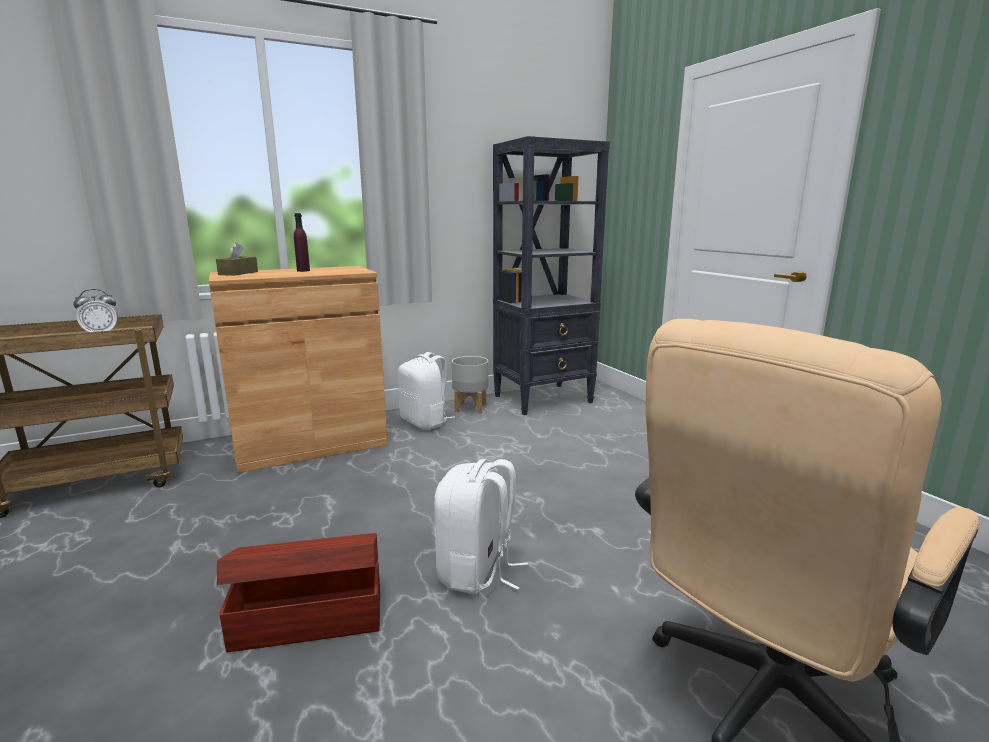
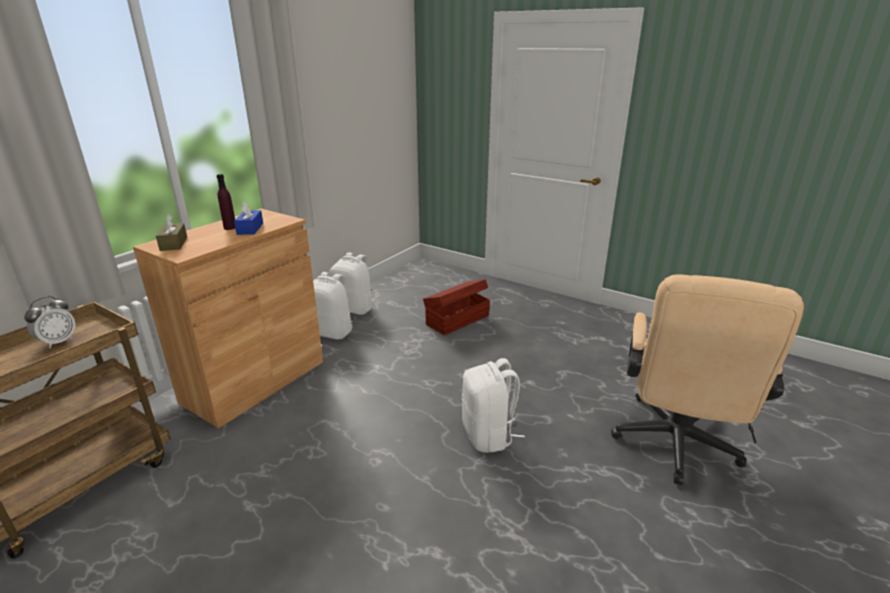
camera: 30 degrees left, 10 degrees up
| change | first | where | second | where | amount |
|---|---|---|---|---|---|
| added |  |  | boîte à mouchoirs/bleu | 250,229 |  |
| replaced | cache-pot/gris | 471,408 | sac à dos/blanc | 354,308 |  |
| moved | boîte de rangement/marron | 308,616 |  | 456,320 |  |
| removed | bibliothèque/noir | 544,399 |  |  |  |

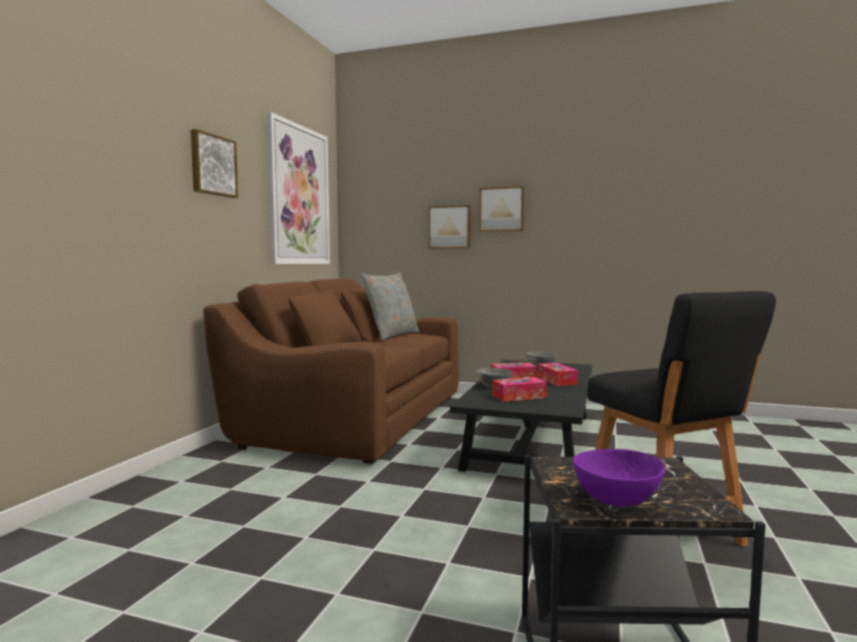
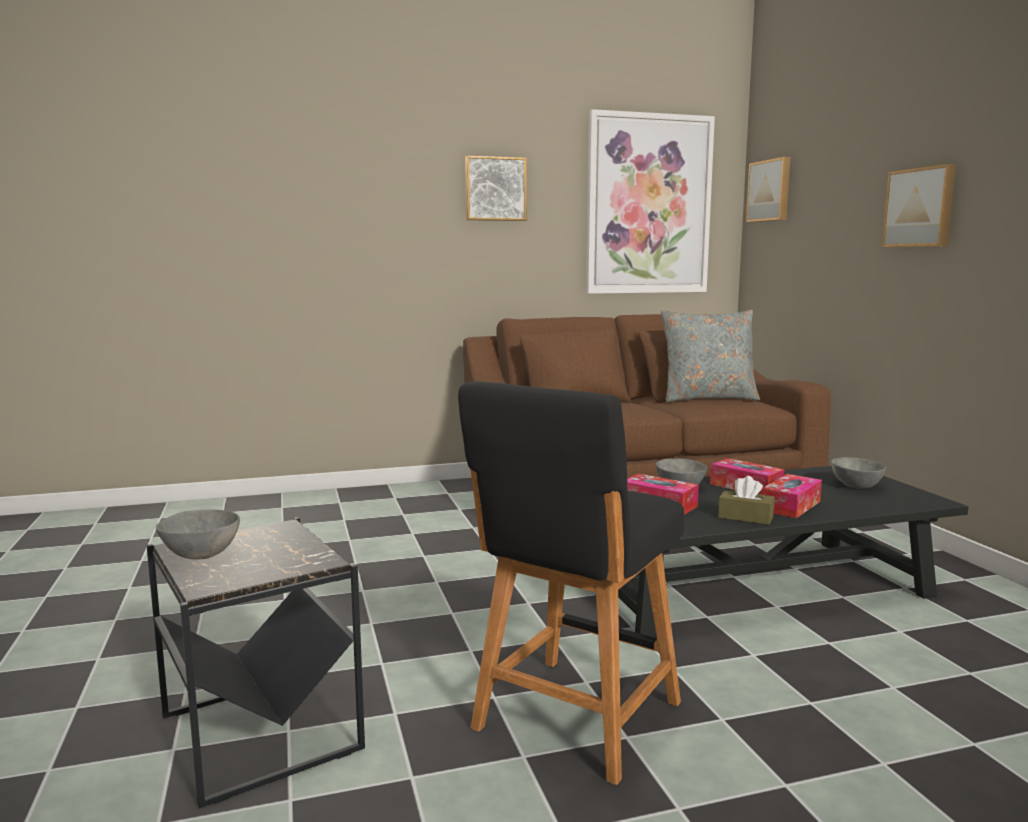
camera: 55 degrees right, 5 degrees up
| change | first | where | second | where | amount |
|---|---|---|---|---|---|
| recoloured | bol/violet | 619,501 | bol/gris | 201,555 |  |
| added |  |  | boîte à mouchoirs/marron | 745,517 |  |
| moved | tableau | 450,227 |  | 770,191 |  |

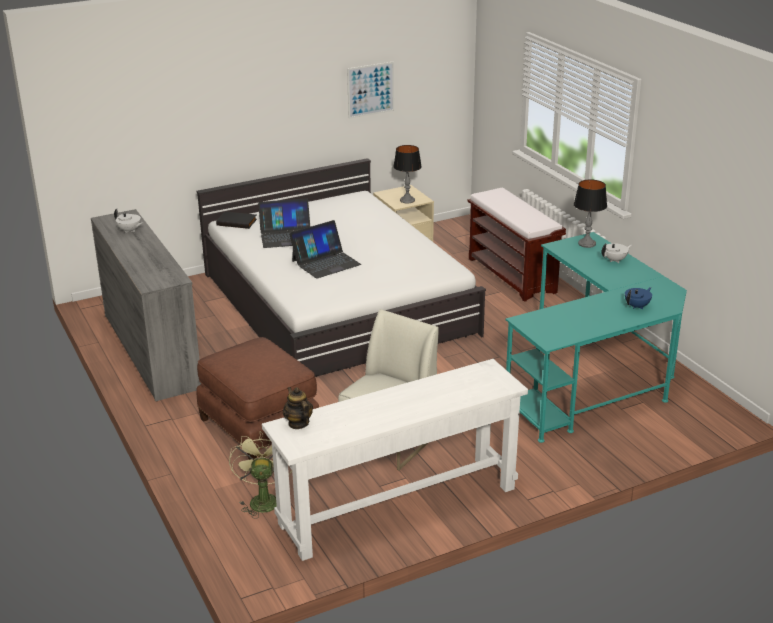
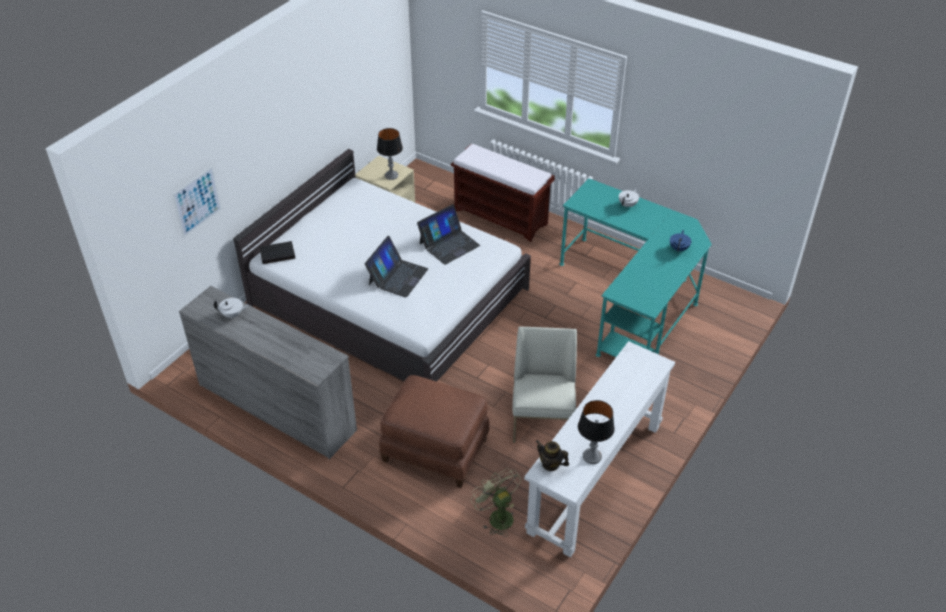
camera: 30 degrees left, 15 degrees up
| change | first | where | second | where | amount |
|---|---|---|---|---|---|
| moved | tableau | 370,90 |  | 197,201 |  |
| moved | ordinateur portable | 286,236 |  | 449,244 |  |
| moved | lampe de table | 586,244 |  | 592,457 |  |

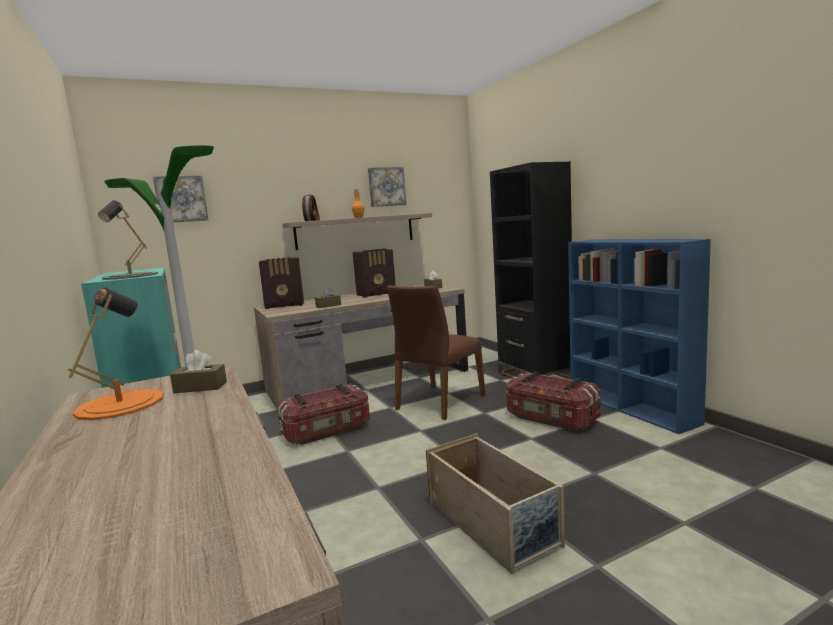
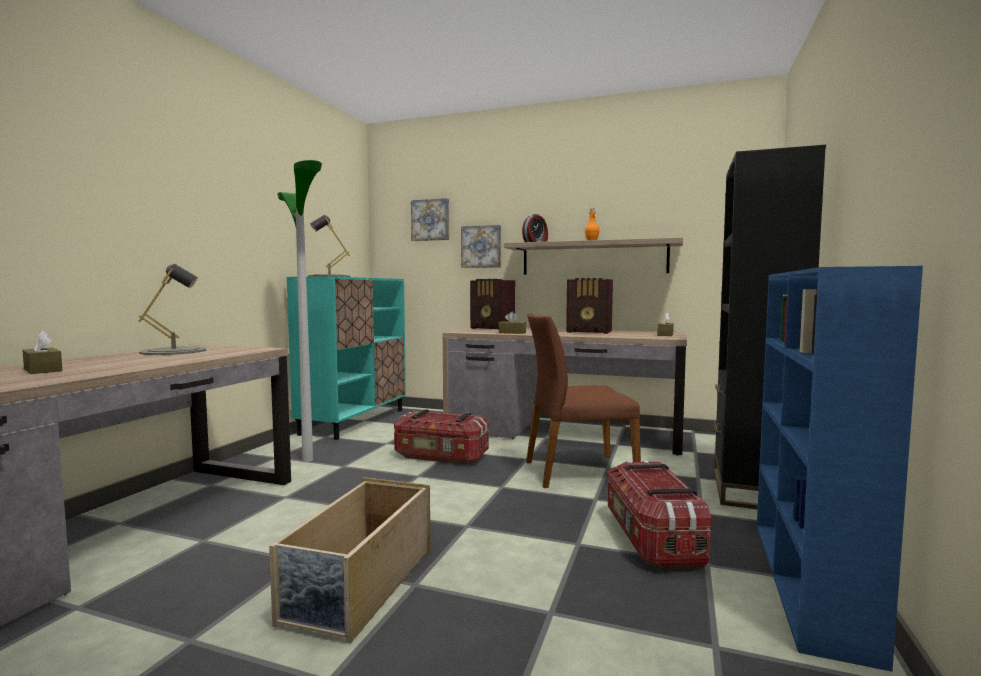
camera: 45 degrees right, 5 degrees down
| change | first | where | second | where | amount |
|---|---|---|---|---|---|
| moved | boîte à mouchoirs/marron | 200,387 |  | 43,370 |  |
| recoloured | lampe de table/orange | 120,404 | lampe de table/gris | 174,351 |  |
| moved | tableau | 386,187 |  | 481,247 |  |

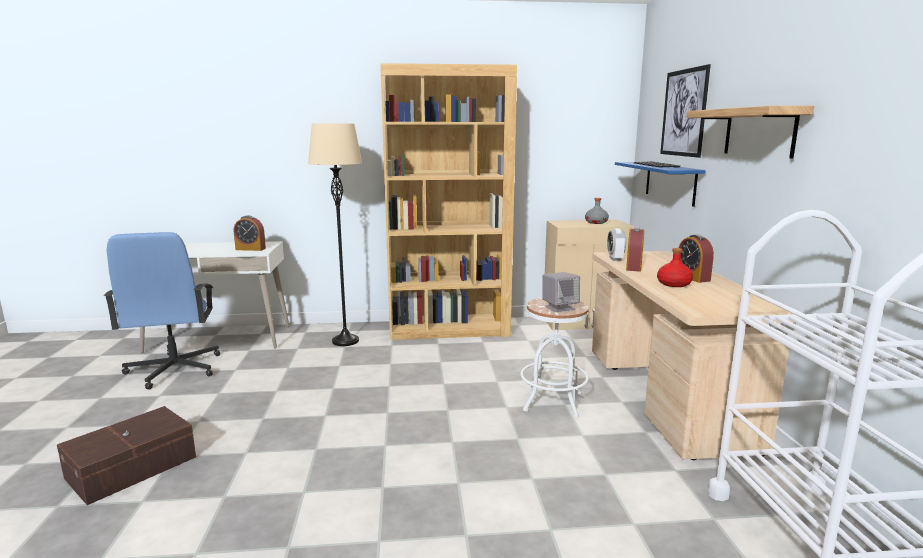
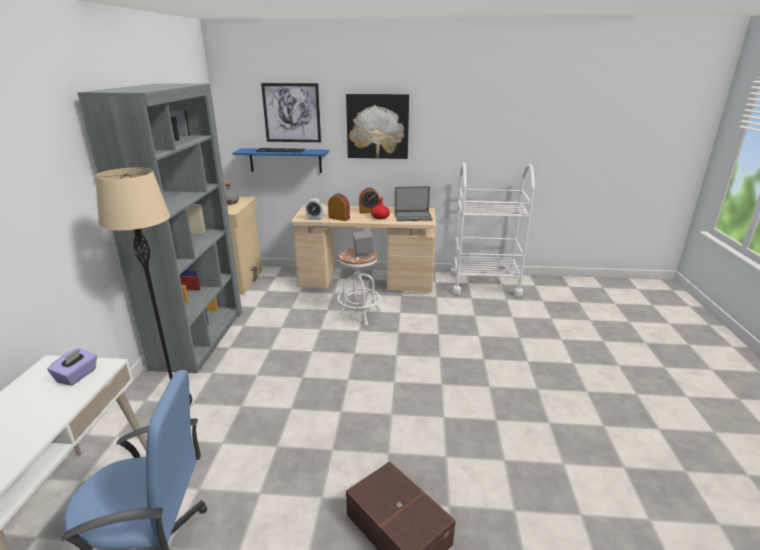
camera: 80 degrees left, 10 degrees up
| change | first | where | second | where | amount |
|---|---|---|---|---|---|
| replaced | réveil | 250,249 | boîte à mouchoirs/violet | 77,376 |  |
| recoloured | bibliothèque/marron | 449,329 | bibliothèque/gris | 199,338 |  |
| replaced | étagère | 759,132 | tableau | 377,126 |  |
| added |  |  | ordinateur portable | 413,216 |  |

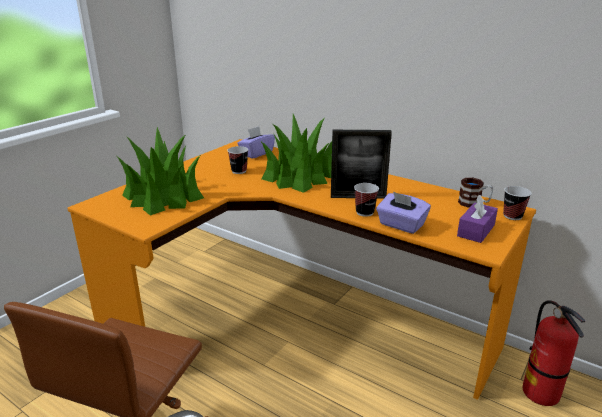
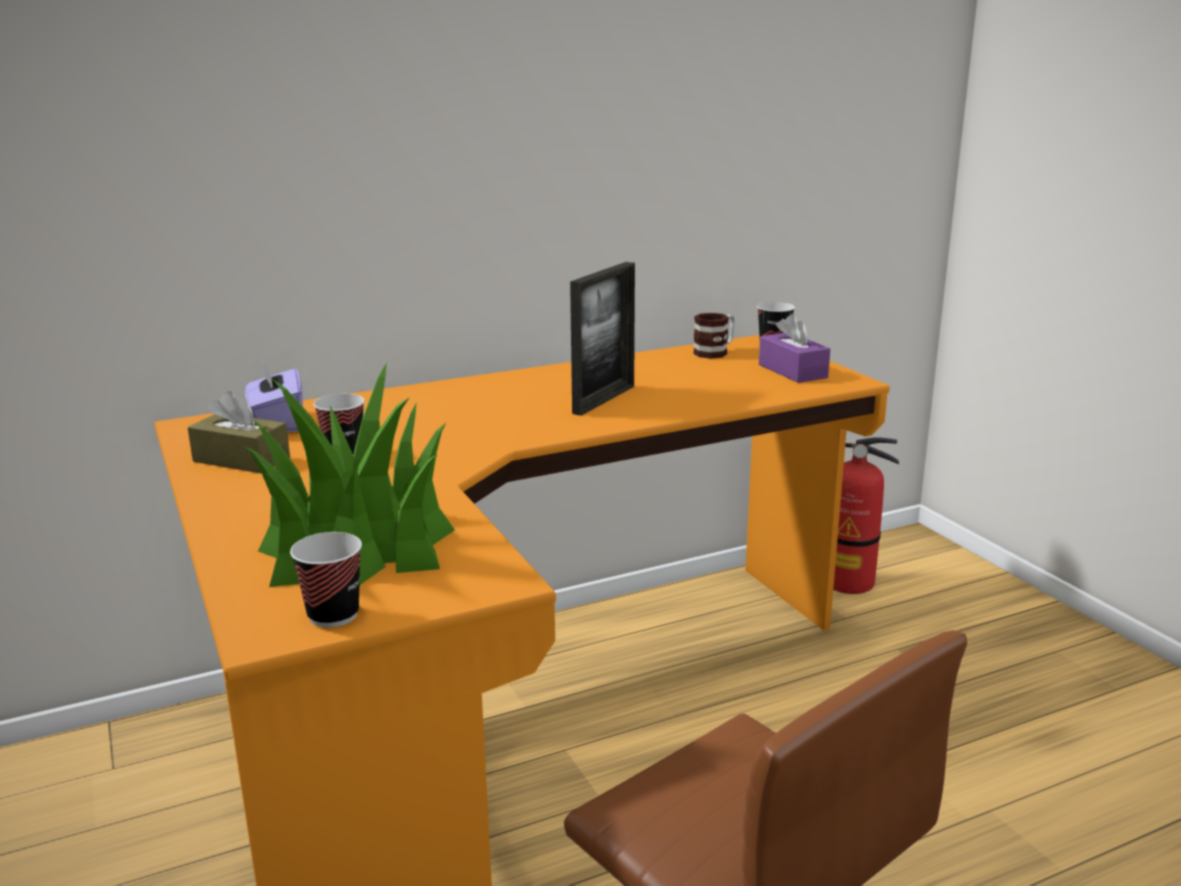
camera: 60 degrees left, 5 degrees down
| change | first | where | second | where | amount |
|---|---|---|---|---|---|
| added |  |  | boîte à mouchoirs/marron | 241,459 |  |
| moved | tasse | 364,212 |  | 333,615 |  |
| removed | plante en pot | 299,177 |  |  |  |
| removed | boîte à mouchoirs/violet | 401,225 |  |  |  |

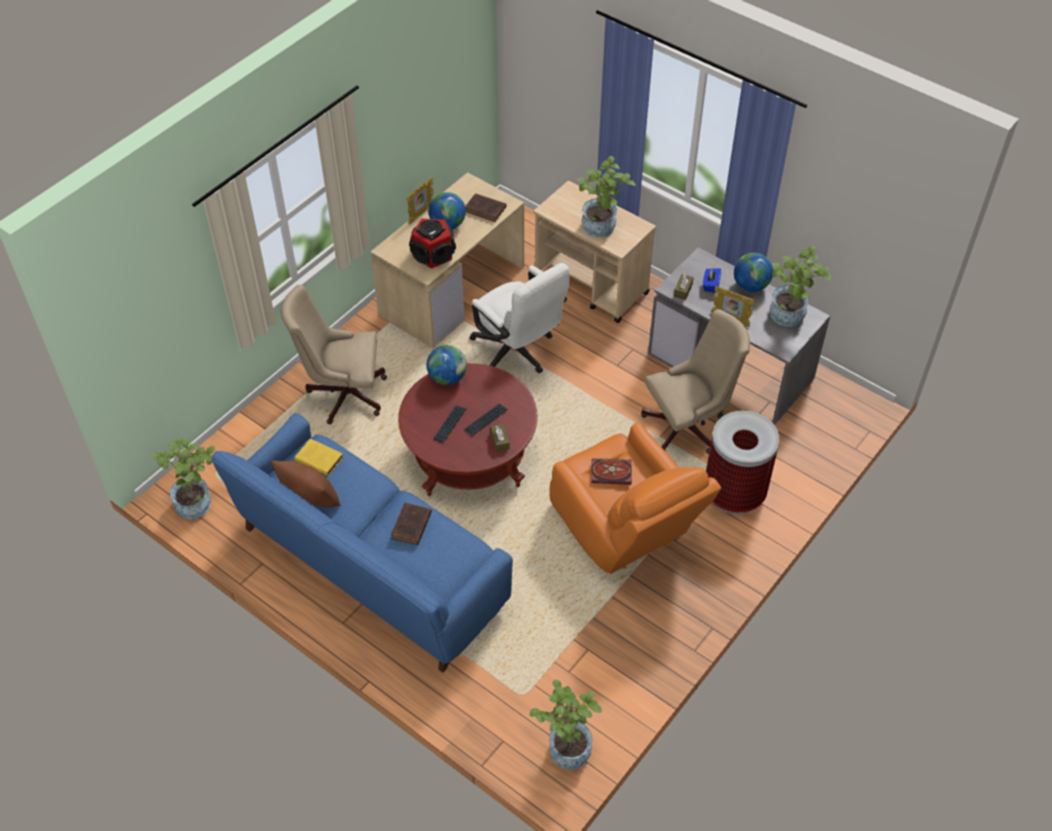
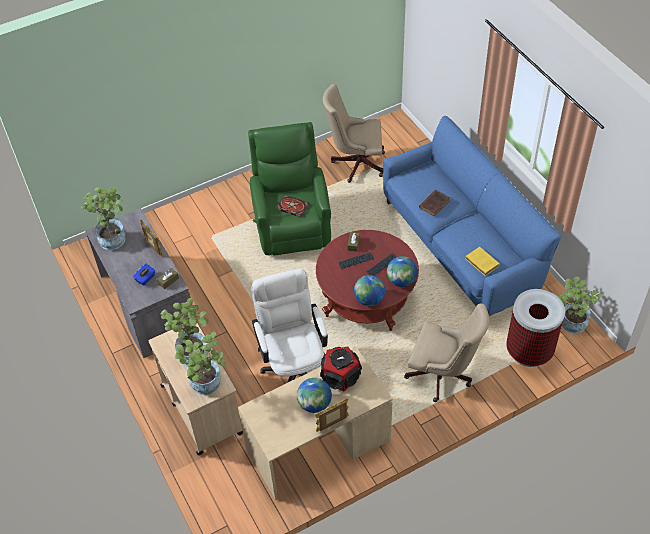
camera: 155 degrees left, 0 degrees up
| change | first | where | second | where | amount |
|---|---|---|---|---|---|
| moved | plante en pot | 566,746 |  | 206,386 |  |
| recoloured | fauteuil/orange | 626,530 | fauteuil/vert | 291,220 |  |
| moved | chaise de bureau/beige | 689,426 |  | 355,163 |  |
| moved | globe | 750,286 |  | 401,281 |  |
| moved | poubelle | 733,493 |  | 529,351 |  |
| removed | coussin/marron | 310,498 |  |  |  |
| removed | livre/marron | 486,210 |  |  |  |

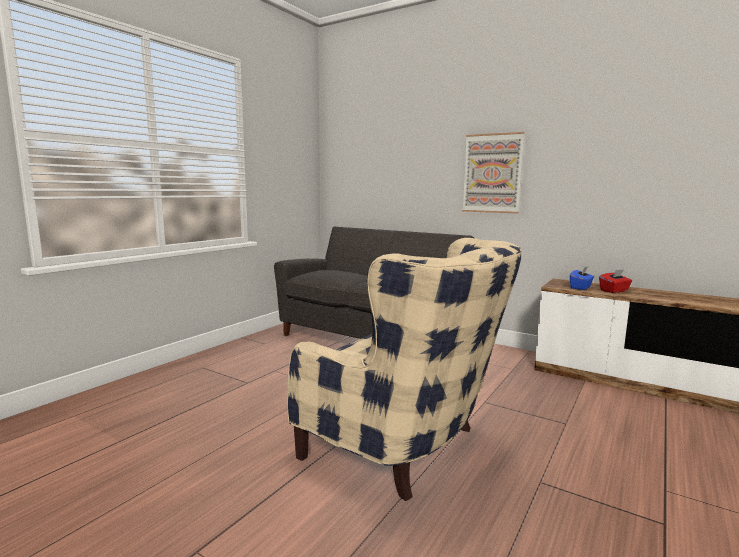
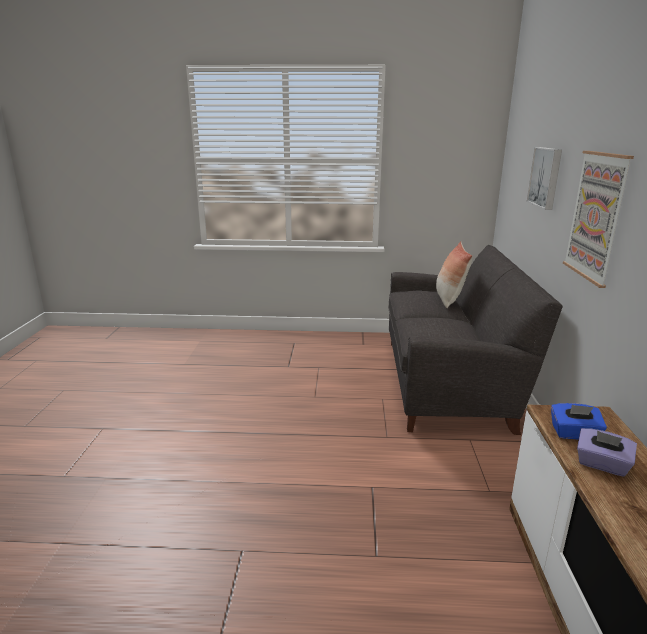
camera: 60 degrees right, 10 degrees up
| change | first | where | second | where | amount |
|---|---|---|---|---|---|
| added |  |  | coussin | 449,299 |  |
| added |  |  | tableau | 546,177 |  |
| recoloured | boîte à mouchoirs/rouge | 614,291 | boîte à mouchoirs/violet | 602,465 |  |
| removed | fauteuil/beige | 406,447 |  |  |  |

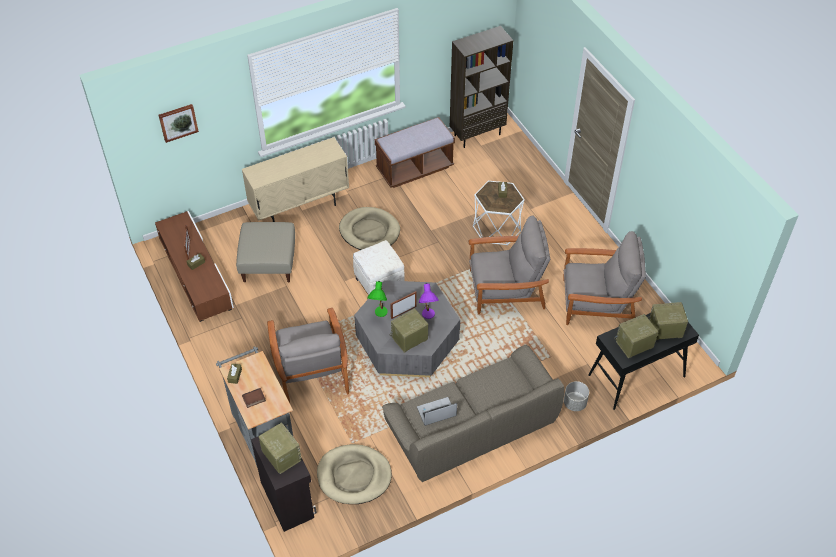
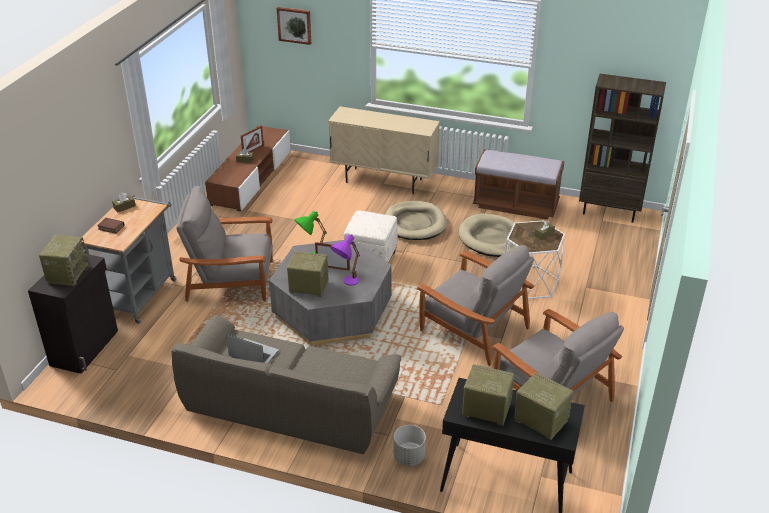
camera: 45 degrees right, 15 degrees down
| change | first | where | second | where | amount |
|---|---|---|---|---|---|
| turned | fauteuil/gris | 311,371 |  | 231,281 | 60 degrees clockwise |
| moved | panier pour chien/beige | 354,476 |  | 492,239 |  |
| removed | pouf/beige | 268,262 |  |  |  |

